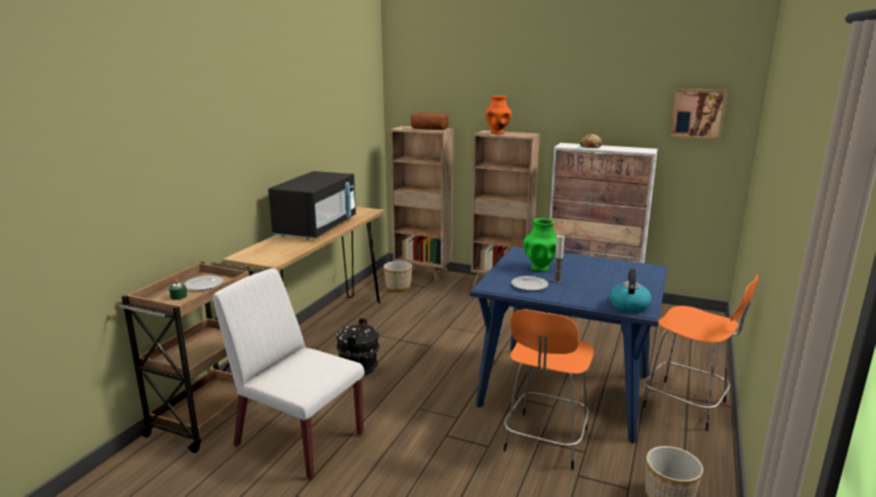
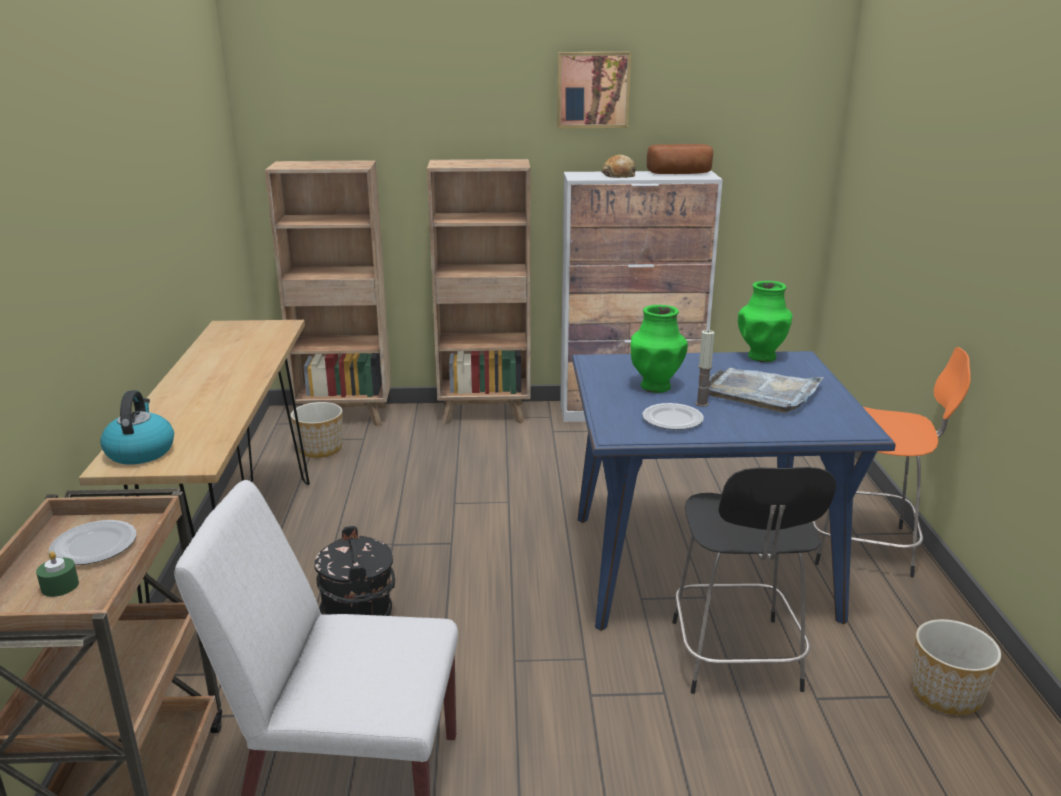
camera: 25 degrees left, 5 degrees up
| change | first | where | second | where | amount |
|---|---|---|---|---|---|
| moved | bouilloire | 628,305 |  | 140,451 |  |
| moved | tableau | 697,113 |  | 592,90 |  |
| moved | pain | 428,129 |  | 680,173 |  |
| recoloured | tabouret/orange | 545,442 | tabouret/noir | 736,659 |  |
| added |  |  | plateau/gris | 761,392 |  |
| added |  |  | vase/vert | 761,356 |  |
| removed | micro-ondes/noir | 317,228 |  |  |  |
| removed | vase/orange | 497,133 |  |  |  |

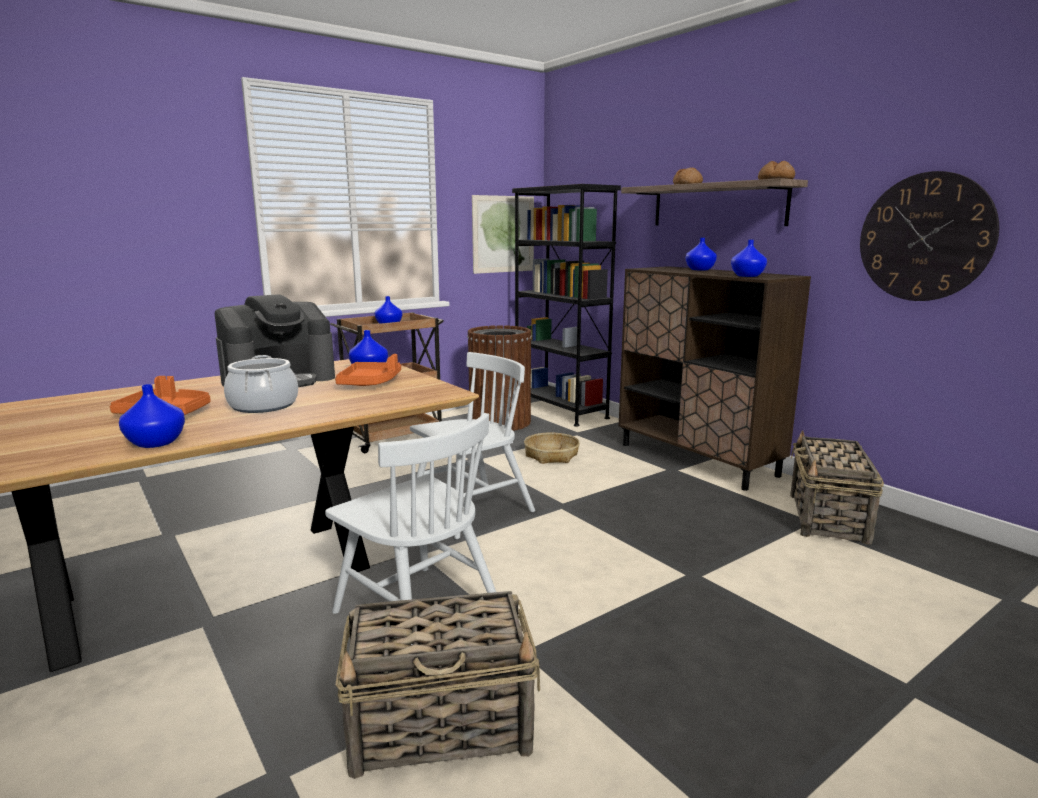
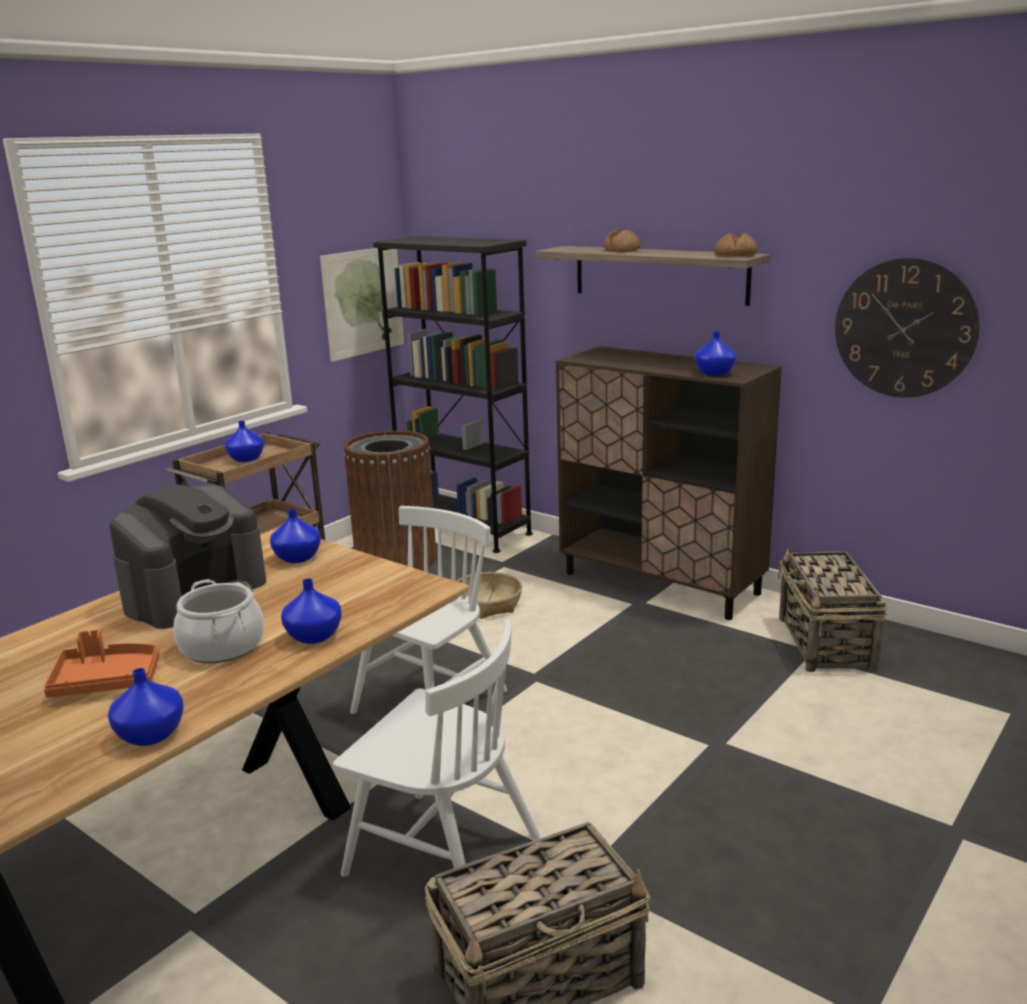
camera: 15 degrees left, 5 degrees up
| change | first | where | second | where | amount |
|---|---|---|---|---|---|
| moved | vase/bleu | 699,269 |  | 313,637 |  |
| removed | plateau/orange | 370,383 |  |  |  |

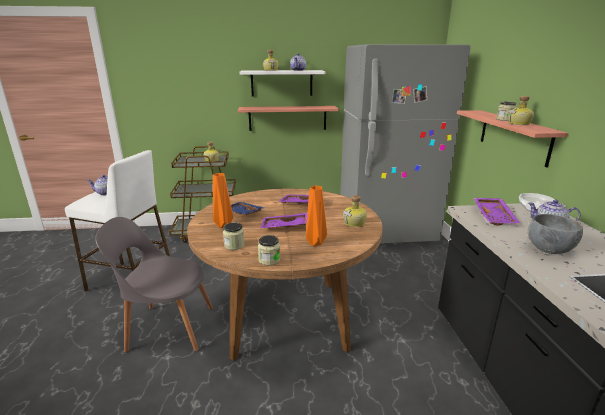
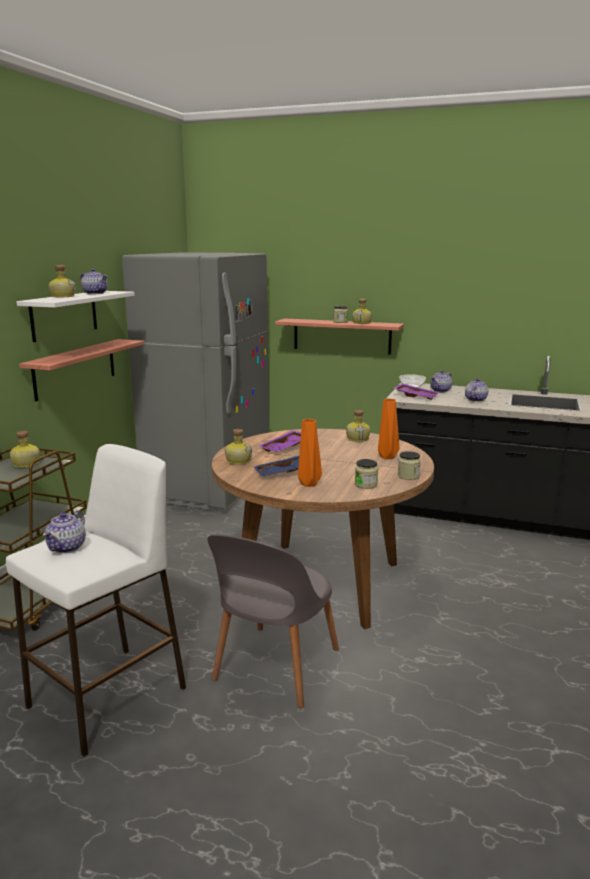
camera: 65 degrees left, 5 degrees down
| change | first | where | second | where | amount |
|---|---|---|---|---|---|
| added |  |  | bouteille | 238,461 |  |
| replaced | bol/gris | 548,249 | théière | 475,399 |  |
| removed | plateau/violet | 284,227 |  |  |  |

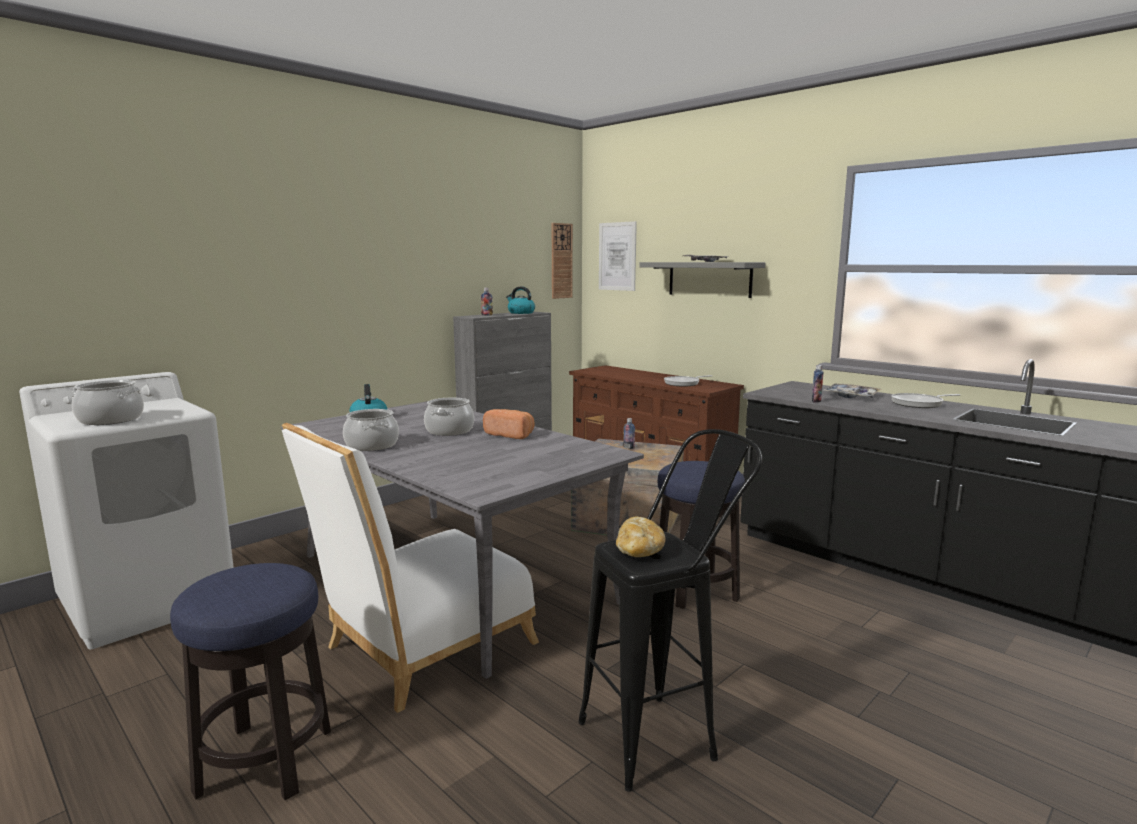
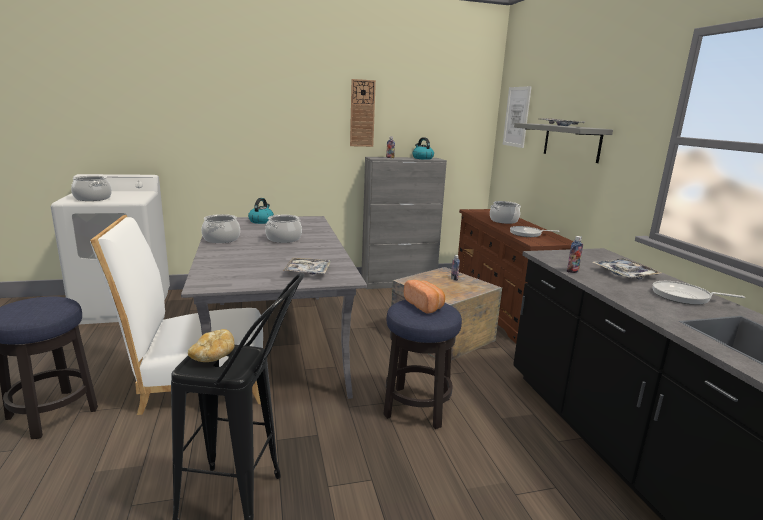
camera: 30 degrees right, 5 degrees up
| change | first | where | second | where | amount |
|---|---|---|---|---|---|
| added |  |  | plateau | 308,271 |  |
| moved | horloge murale | 561,261 |  | 362,113 |  |
| moved | pain | 511,435 |  | 425,305 |  |
| added |  |  | marmite | 503,221 |  |

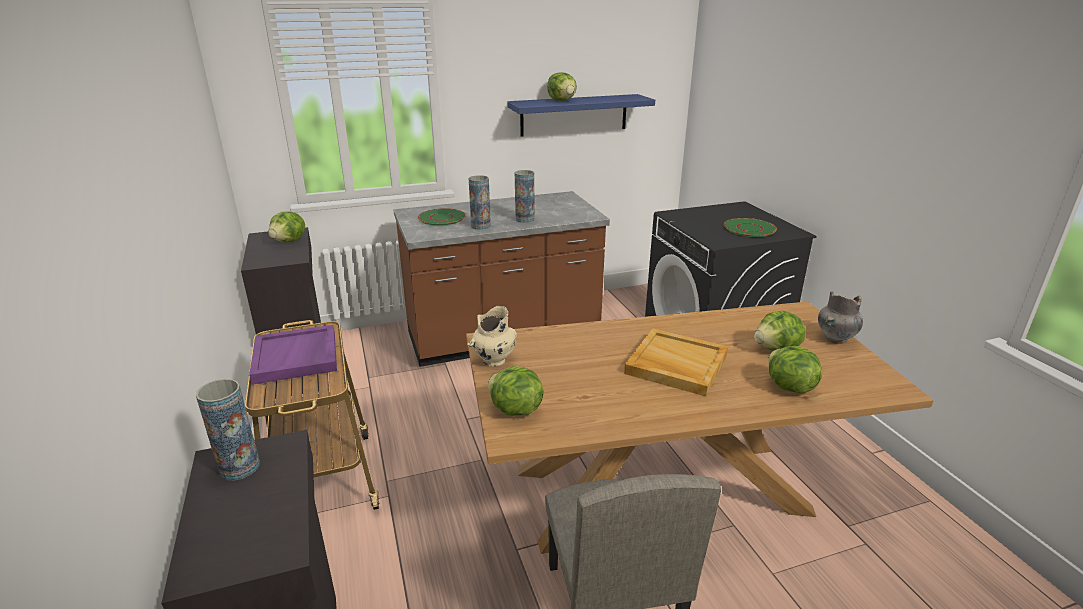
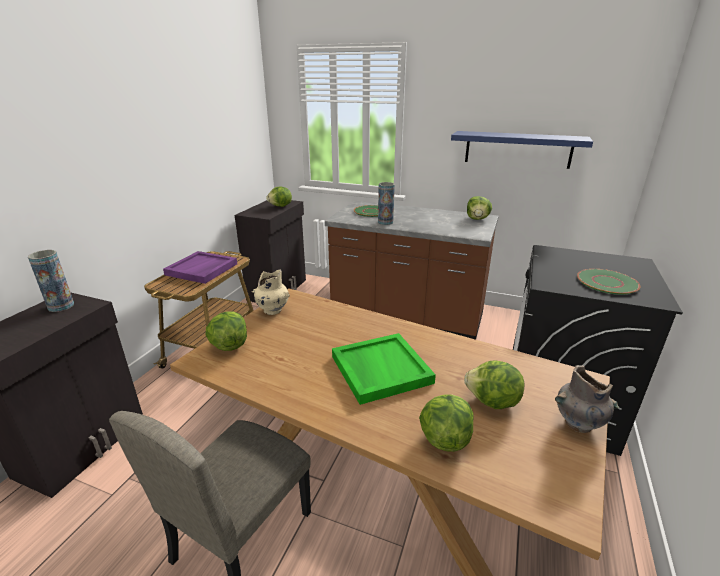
camera: 40 degrees right, 0 degrees up
| change | first | where | second | where | amount |
|---|---|---|---|---|---|
| recoloured | plateau/beige | 675,364 | plateau/vert | 380,369 |  |
| moved | laitue | 562,100 |  | 477,219 |  |
| removed | vase | 524,219 |  |  |  |

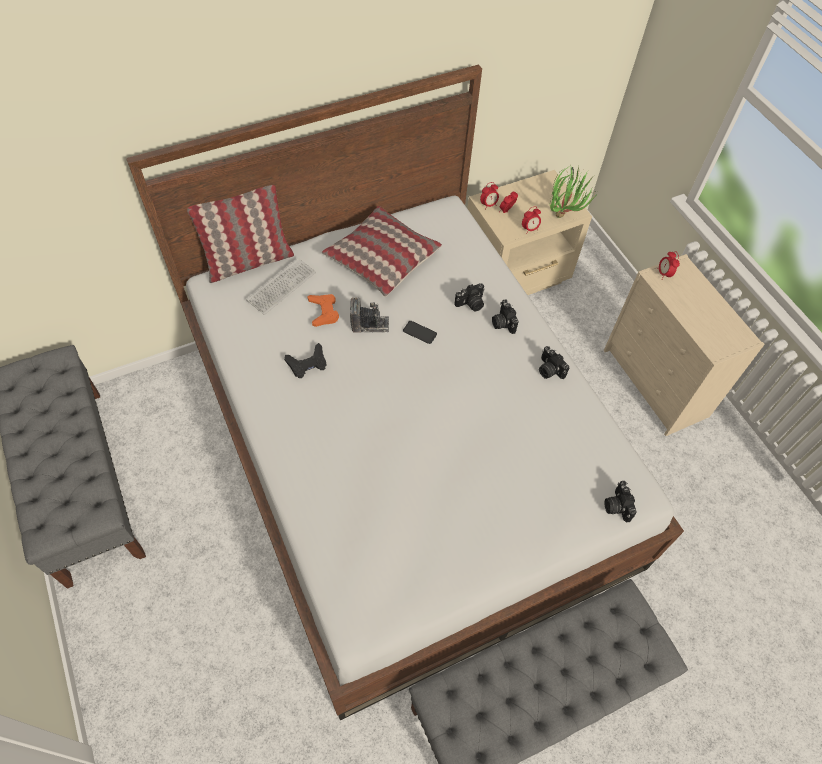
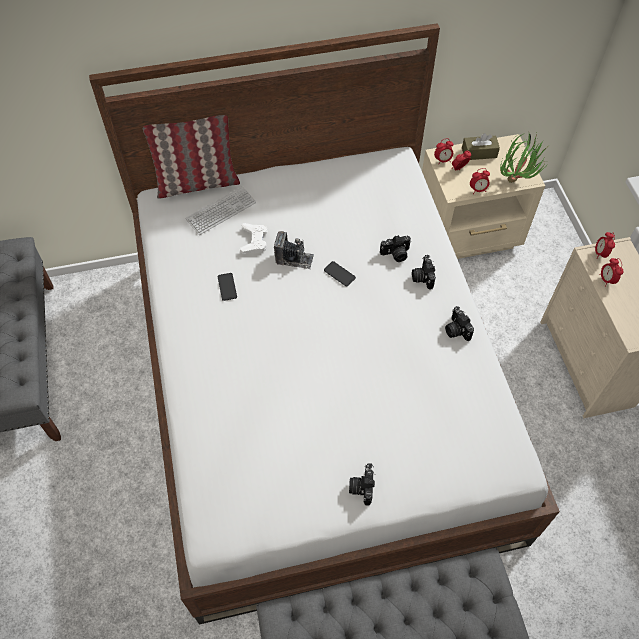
camera: 15 degrees right, 0 degrees up
| change | first | where | second | where | amount |
|---|---|---|---|---|---|
| replaced | manette/noir | 307,364 | téléphone | 227,287 |  |
| recoloured | manette/orange | 323,312 | manette/blanc | 254,241 |  |
| moved | appareil photo | 616,506 |  | 361,487 |  |
| added |  |  | boîte à mouchoirs/marron | 479,153 |  |
| added |  |  | réveil | 606,280 |  |
| removed | coussin | 381,259 |  |  |  |

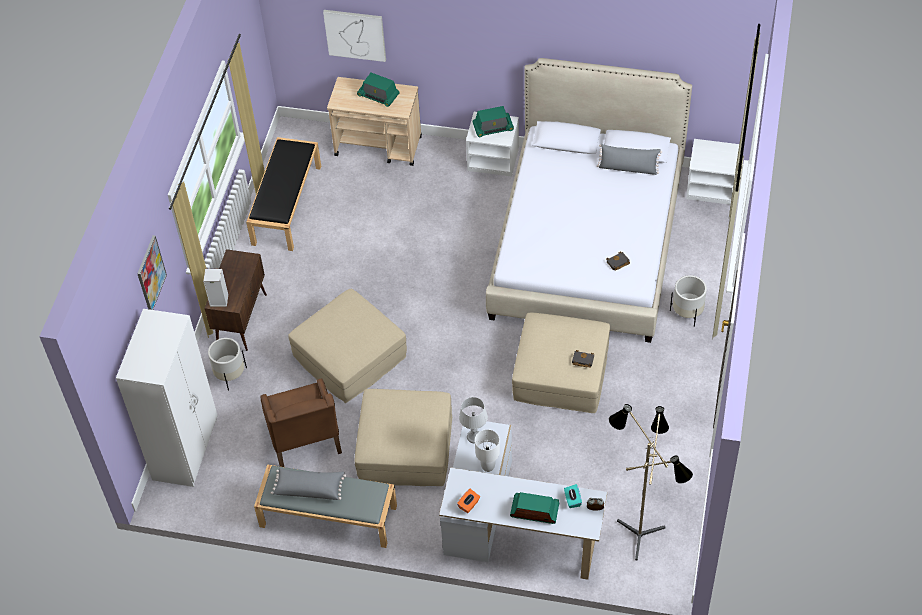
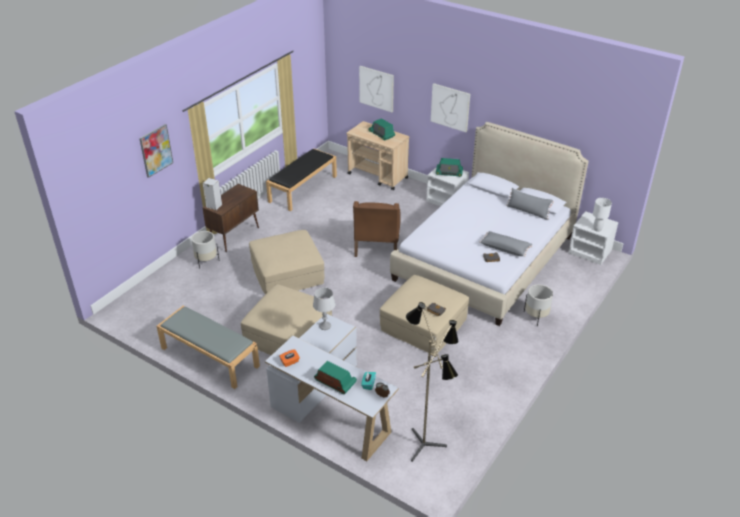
camera: 20 degrees right, 15 degrees down
| change | first | where | second | where | amount |
|---|---|---|---|---|---|
| moved | fauteuil/marron | 304,439 |  | 376,246 |  |
| added |  |  | tableau | 450,107 |  |
| moved | coussin/gris | 309,488 |  | 505,248 |  |
| moved | lampe de table/blanc | 488,466 |  | 597,229 |  |
| removed | armoire/blanc | 186,449 |  |  |  |

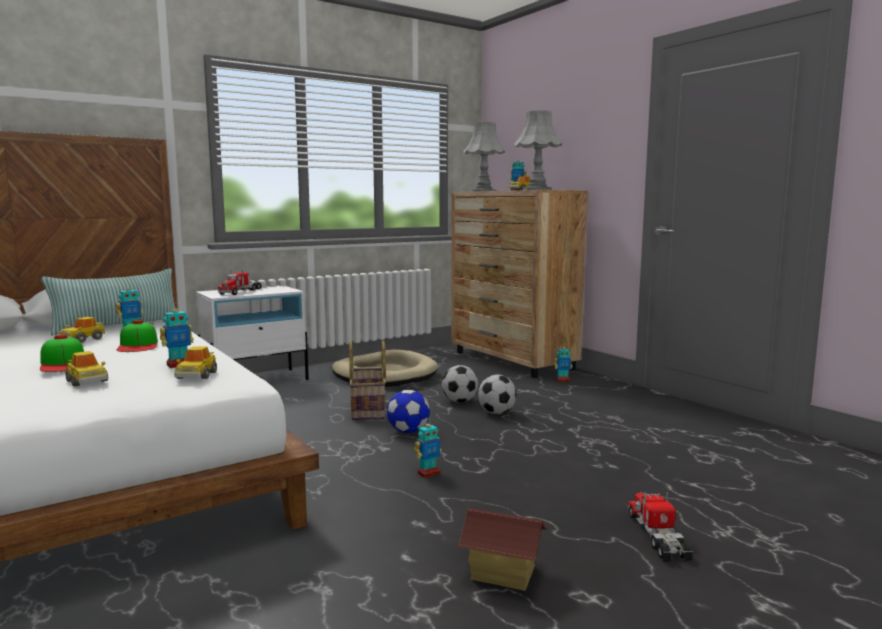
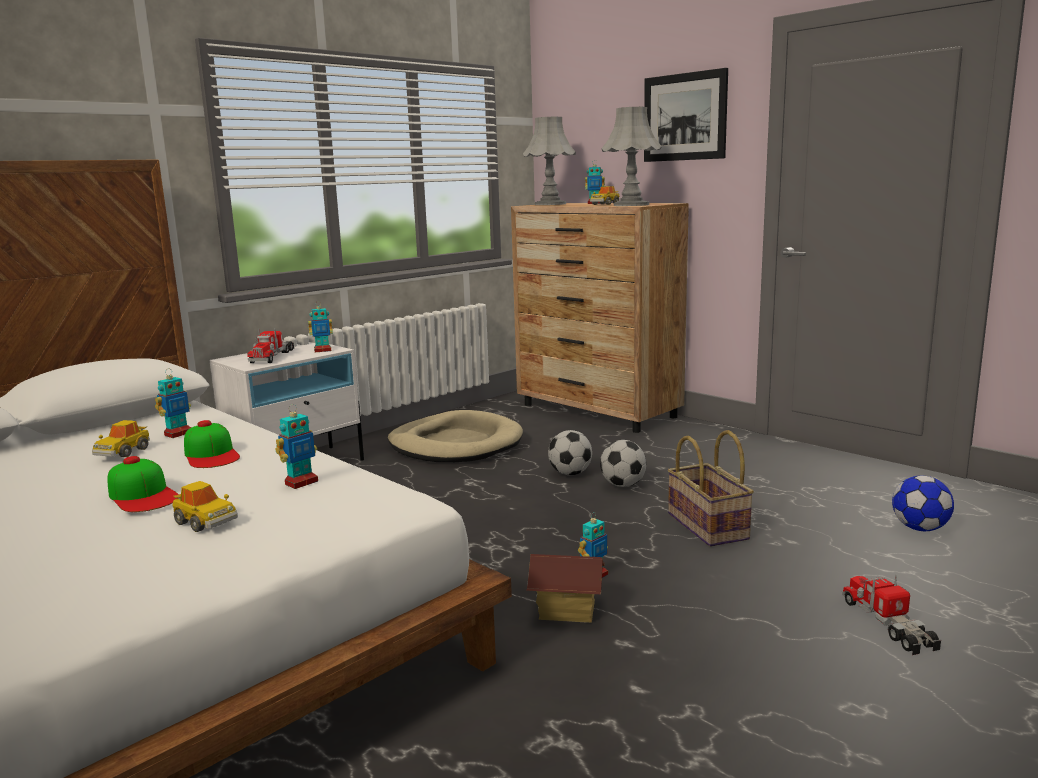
camera: 10 degrees left, 5 degrees up
| change | first | where | second | where | amount |
|---|---|---|---|---|---|
| moved | robot jouet | 562,380 |  | 322,350 |  |
| moved | maison miniature | 503,573 |  | 567,610 |  |
| added |  |  | tableau | 684,117 |  |
| moved | panier | 369,410 |  | 709,526 |  |
| moved | ballon de foot | 408,431 |  | 919,528 |  |
| removed | coussin | 117,326 |  |  |  |
| removed | petite voiture | 196,376 |  |  |  |

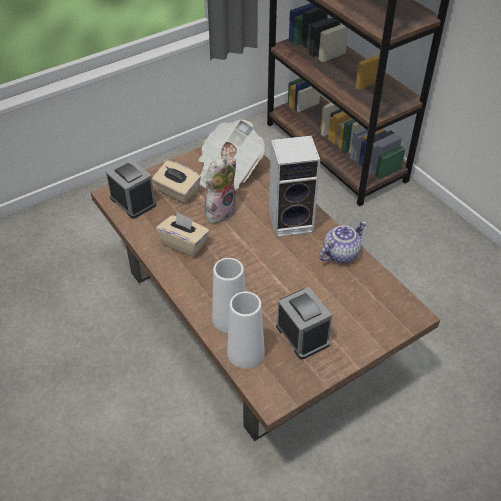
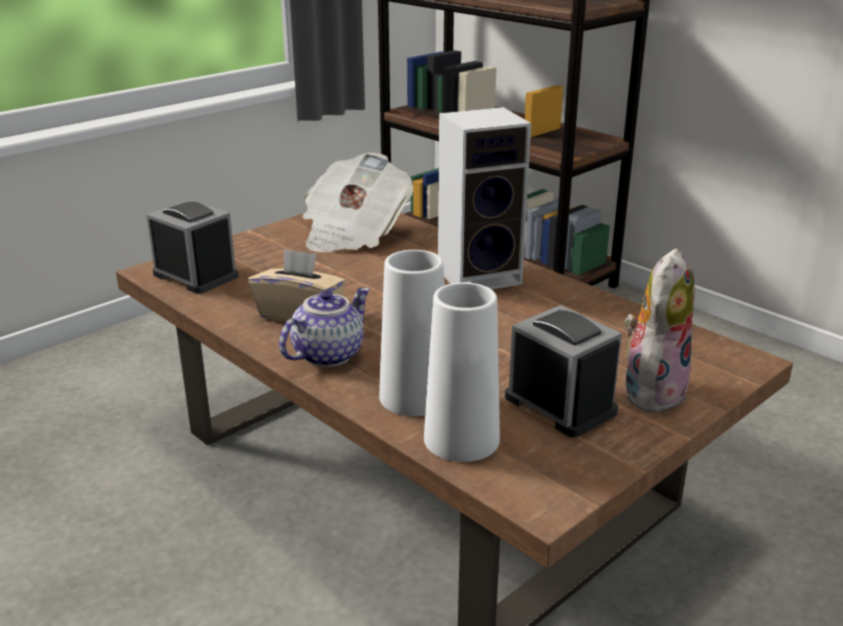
camera: 10 degrees left, 20 degrees down
| change | first | where | second | where | amount |
|---|---|---|---|---|---|
| moved | théière | 340,253 |  | 327,354 |  |
| moved | peluche | 220,211 |  | 651,390 |  |
| removed | boîte à mouchoirs/beige | 177,192 |  |  |  |

